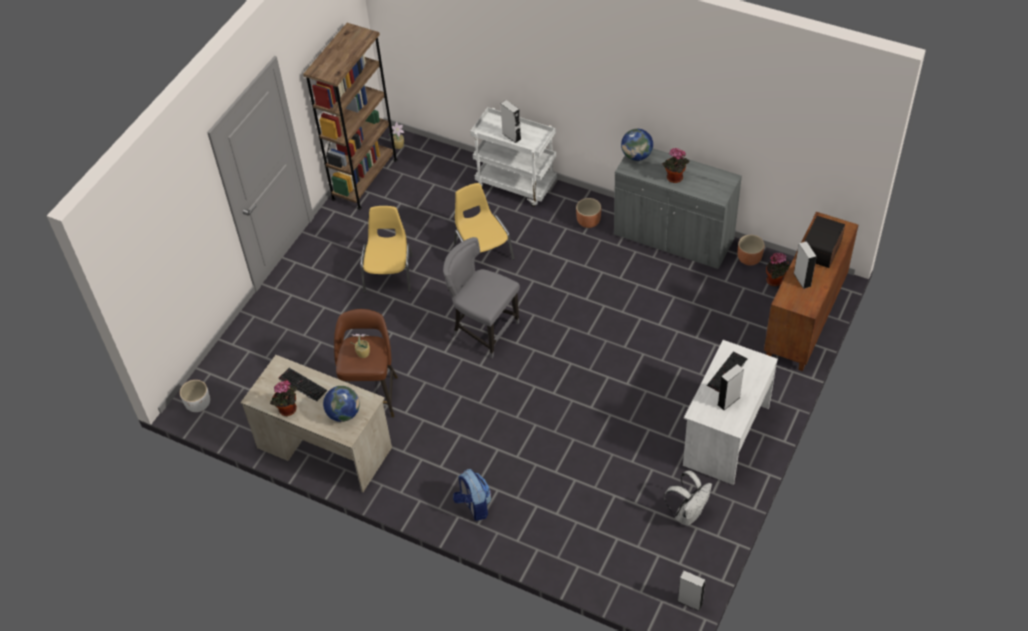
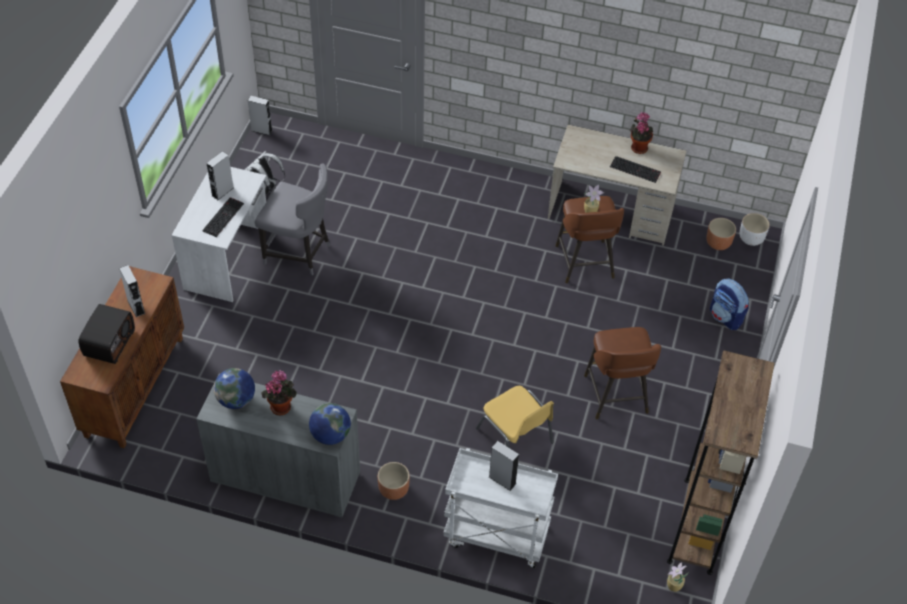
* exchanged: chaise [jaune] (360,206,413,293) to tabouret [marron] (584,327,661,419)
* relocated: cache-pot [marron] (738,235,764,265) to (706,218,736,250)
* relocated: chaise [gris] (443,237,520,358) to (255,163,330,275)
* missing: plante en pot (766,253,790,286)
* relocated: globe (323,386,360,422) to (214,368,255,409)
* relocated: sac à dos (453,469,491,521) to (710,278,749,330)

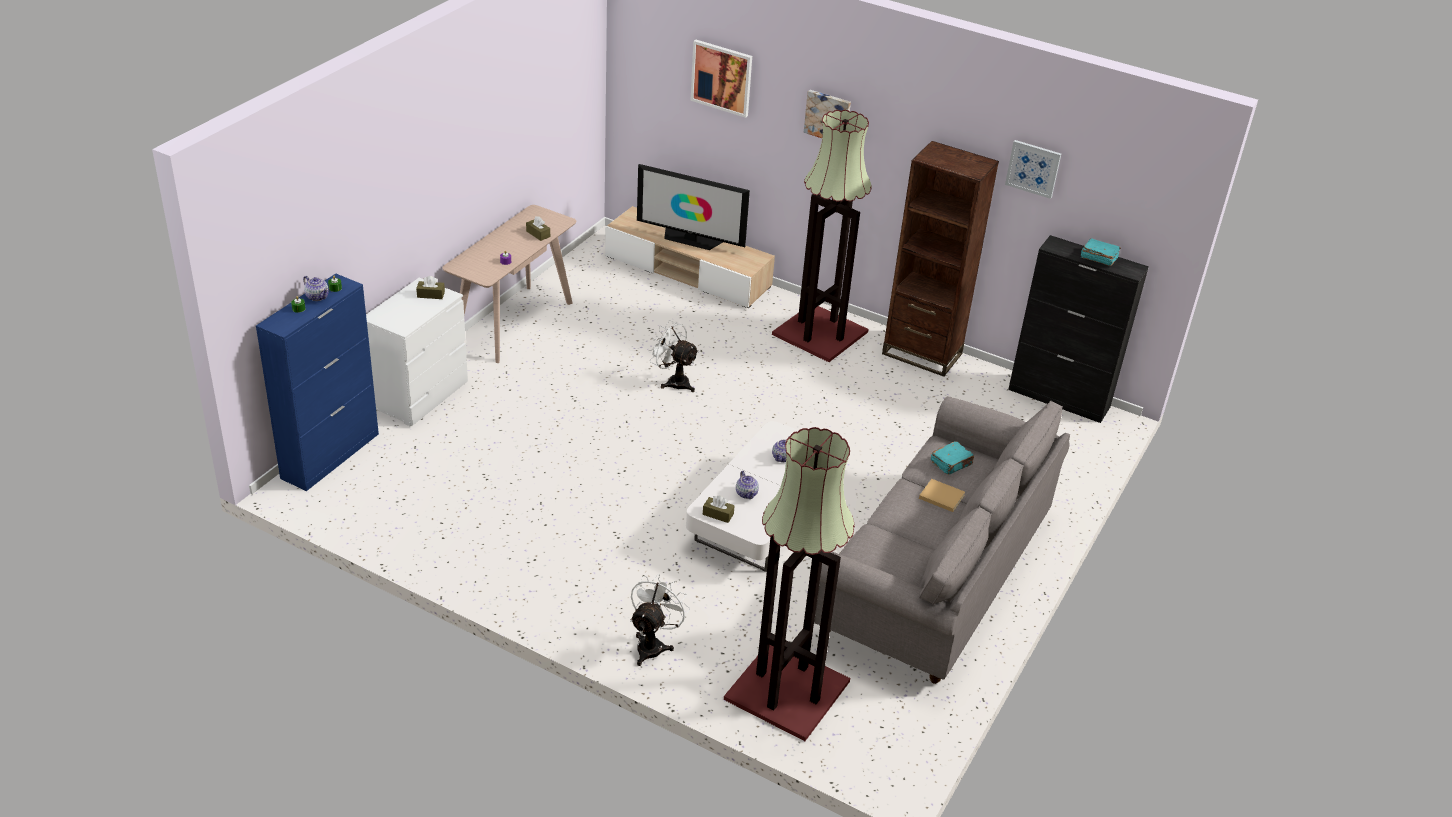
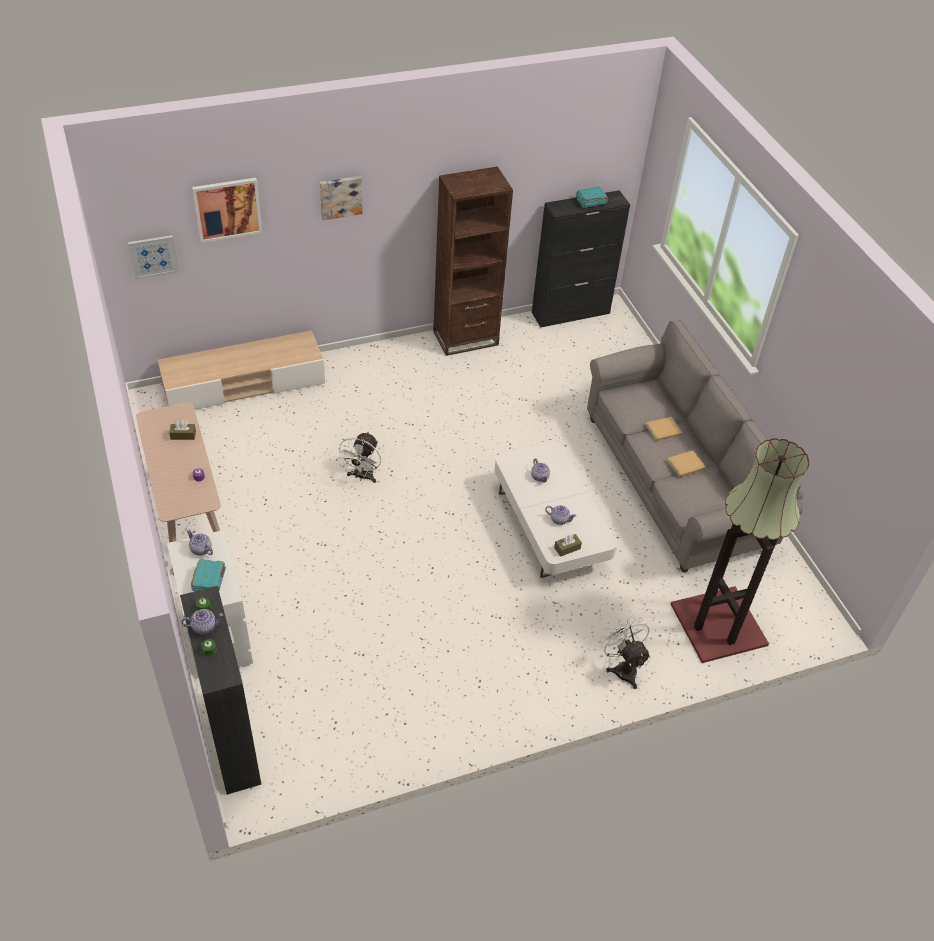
* missing: lampadaire (772,110,872,362)
* relocated: tableau (1005,140,1061,199) to (128,235,179,280)
* missing: téléviseur (637,164,750,250)
* colour: meuble de rangement [bleu] (256,273,379,491) to meuble de rangement [noir] (180,586,261,795)
* exchanged: boîte à mouchoirs [marron] (416,276,445,299) to théière (187,530,213,555)
* spun: ventilateur [blanc] (648,320,699,392) = (336,431,381,483) 60 degrees counterclockwise
* relocated: livre [turquoise] (931,441,974,474) to (191,559,226,592)
* appeared: livre [beige] (667,450,706,478)

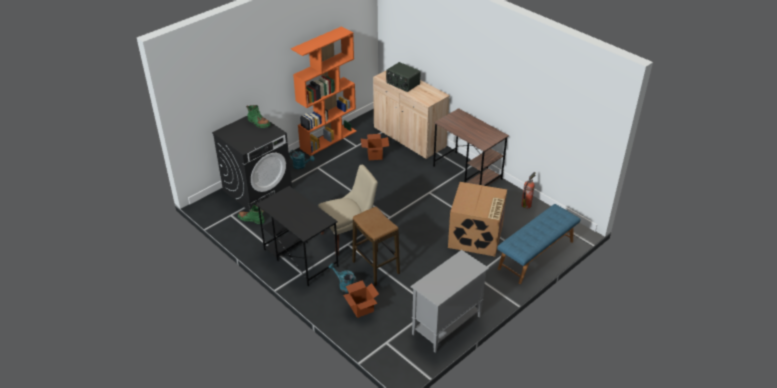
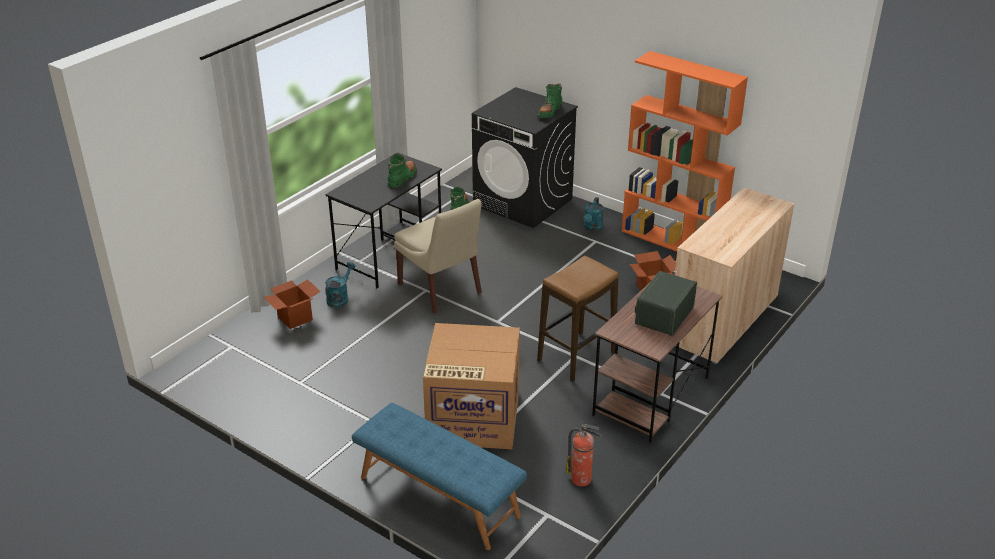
* relocated: radio (386,62,420,92) to (635,271,697,336)
* relocated: tabouret (353,207,400,286) to (537,256,618,382)
* missing: meuble de rangement [gris] (411,250,489,353)
* appeared: botte [vert] (388,154,417,188)

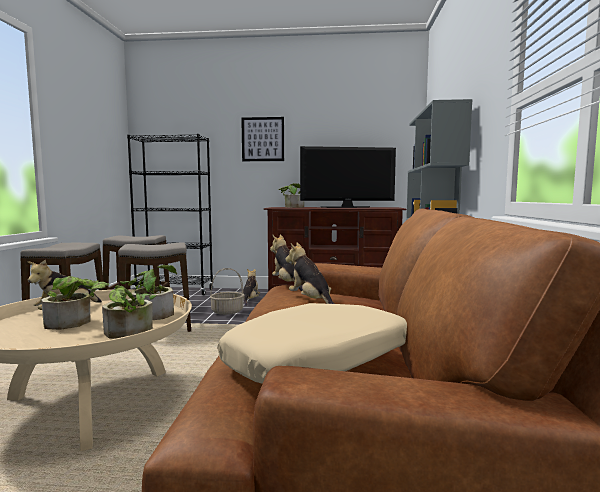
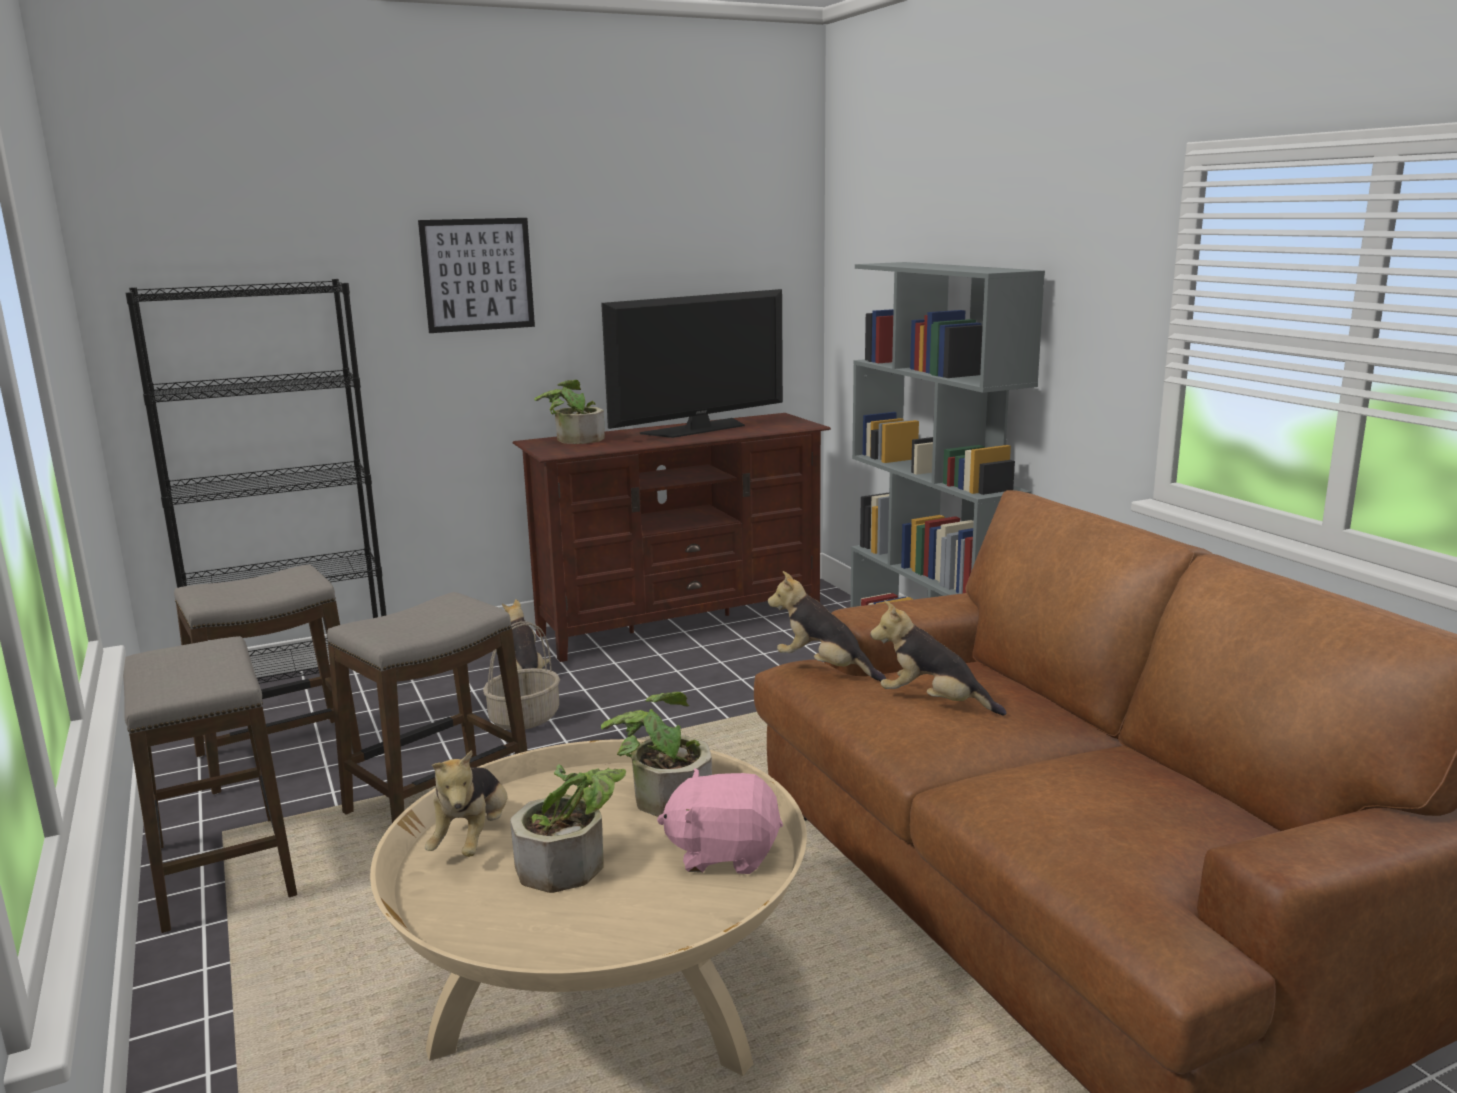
* exchanged: plante en pot (91,281,156,339) to peluche [rose] (657,768,783,874)
* missing: coussin [beige] (217,303,407,383)

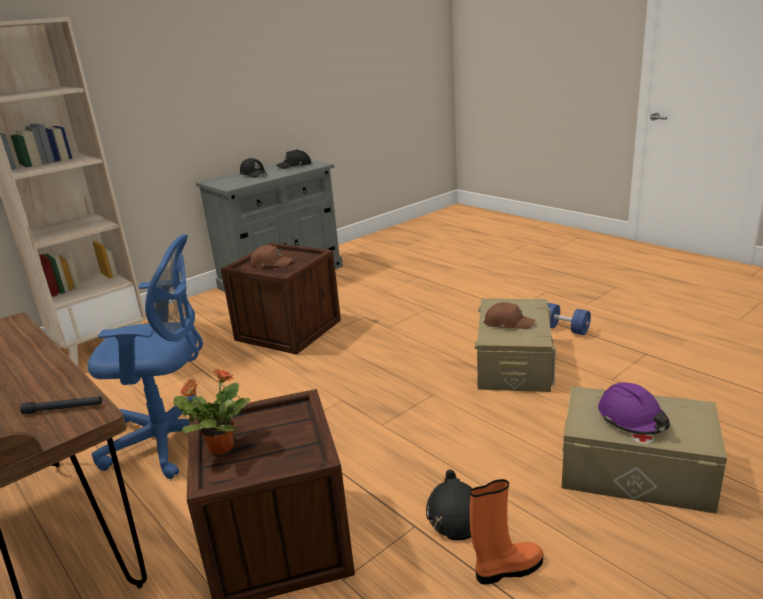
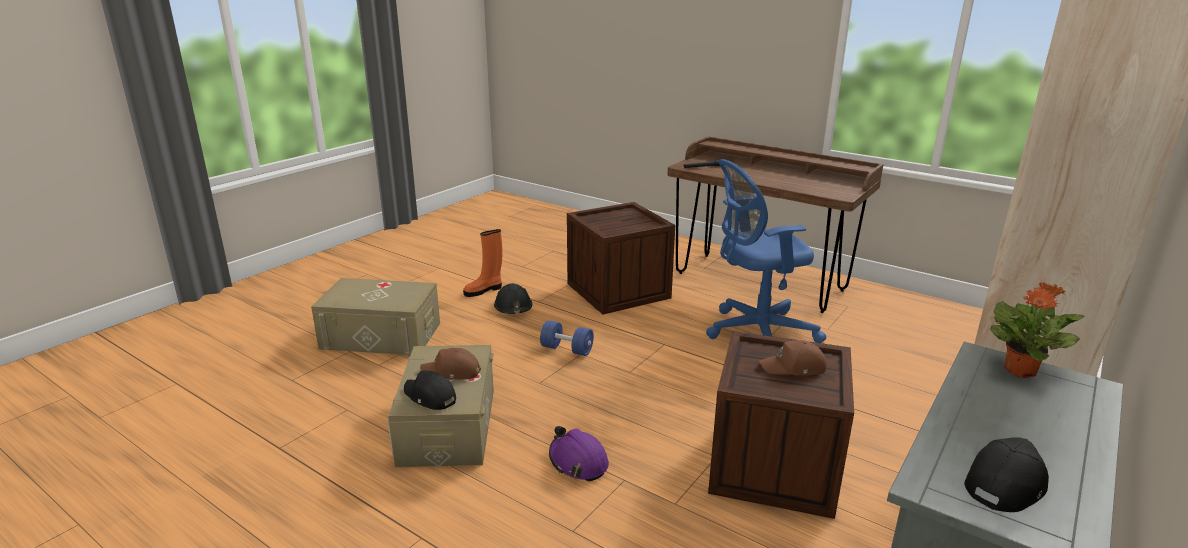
* relocated: casquette [noir] (240,158,266,178) to (404,370,456,410)
* relocated: haltère [bleu] (547,303,591,335) to (540,320,594,356)
* relocated: plante en pot (173,369,251,455) to (990,282,1085,378)
* relocated: casque de chantier [violet] (598,383,670,435) to (549,426,609,481)

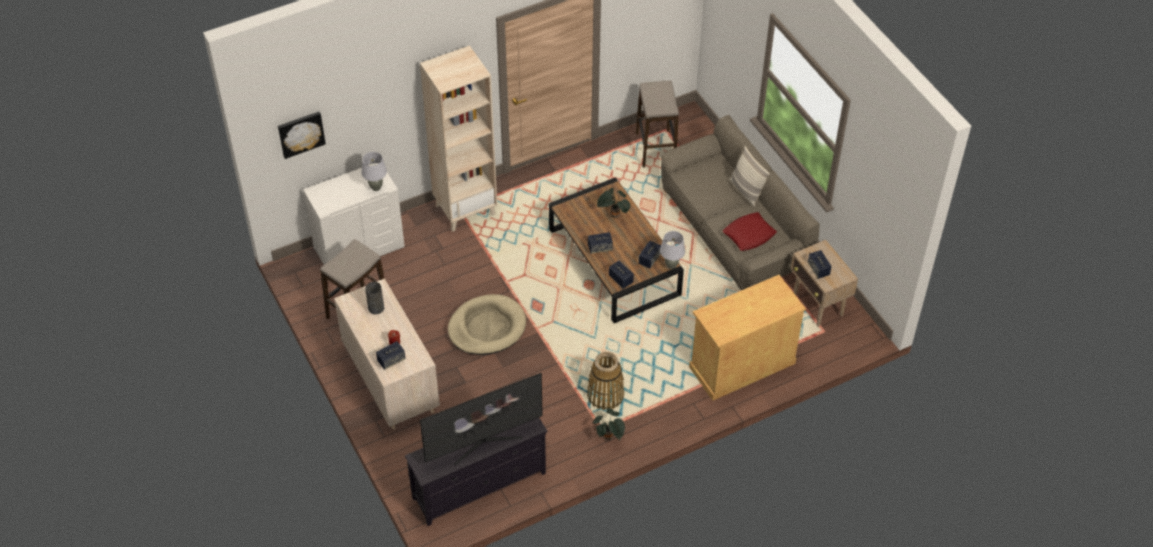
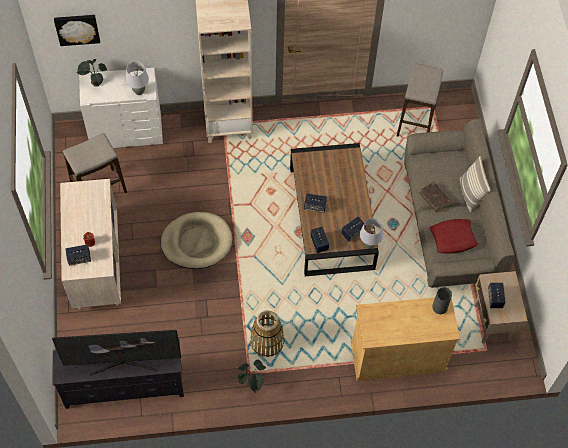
* relocated: plante en pot (597,188,630,218) to (77,59,107,87)
* relocated: vase [gris] (365,282,384,314) to (432,287,452,314)
* appeared: livre [marron] (419,182,451,212)

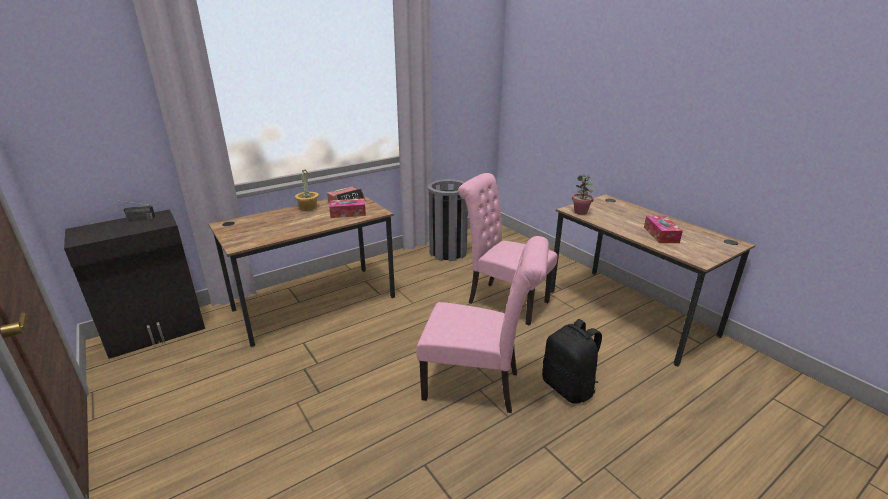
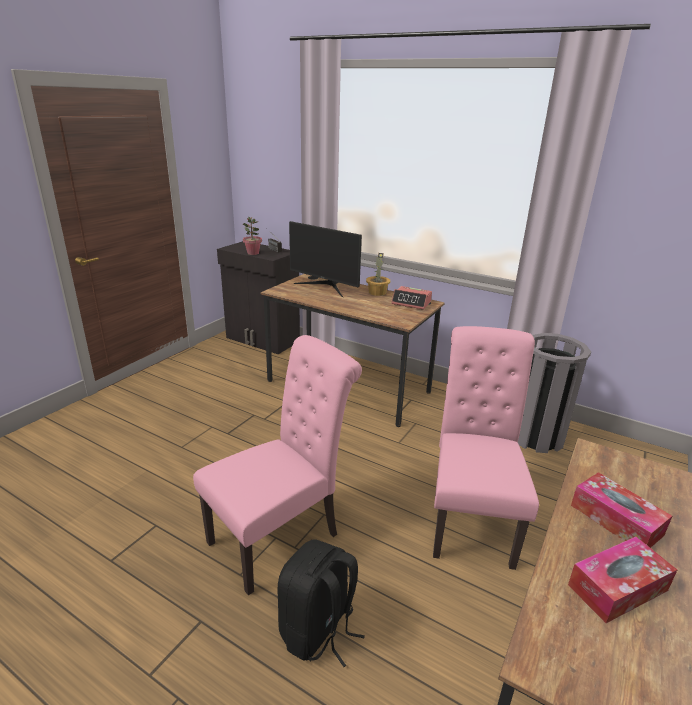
* relocated: plante en pot (572,174,594,215) to (243,217,262,255)
* relocated: boîte à mouchoirs (329,198,366,218) to (571,472,672,548)
* spun: chaise [rose] (416,236,549,413) = (193,335,362,595) 120 degrees counterclockwise
* appeared: écran d'ordinateur (289,221,362,297)

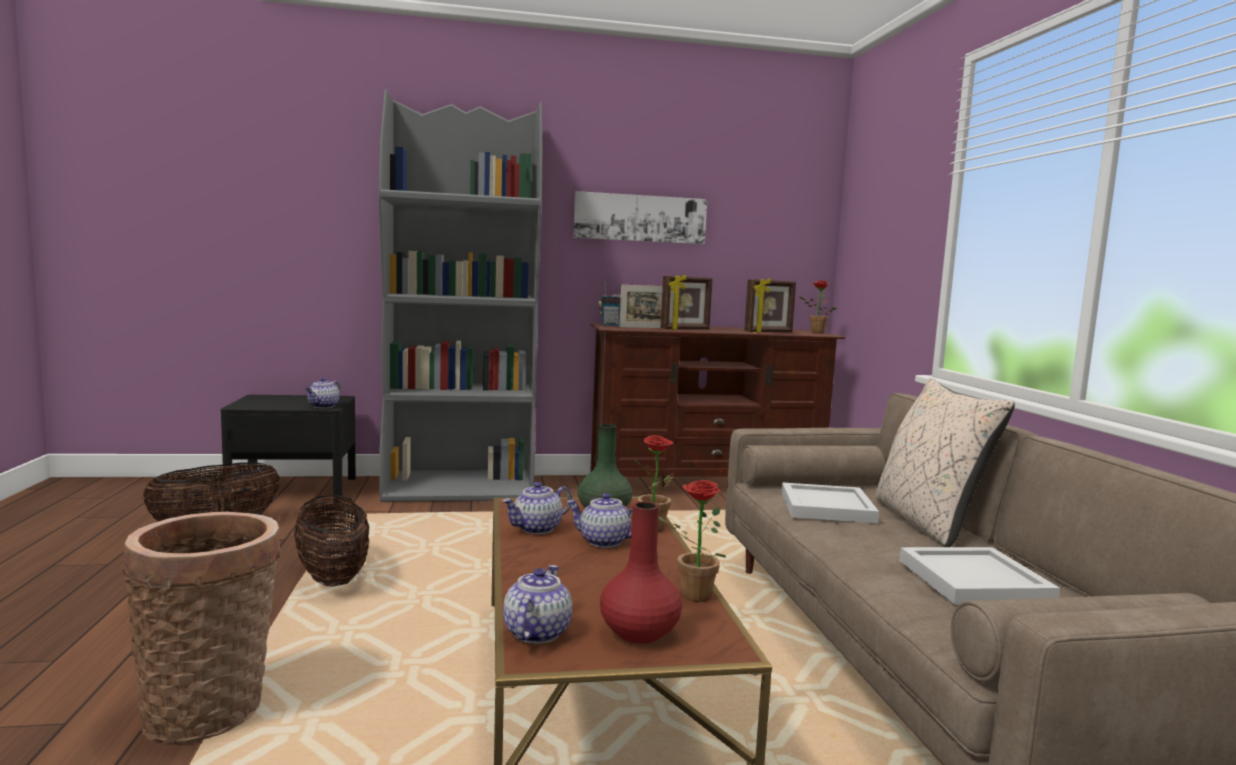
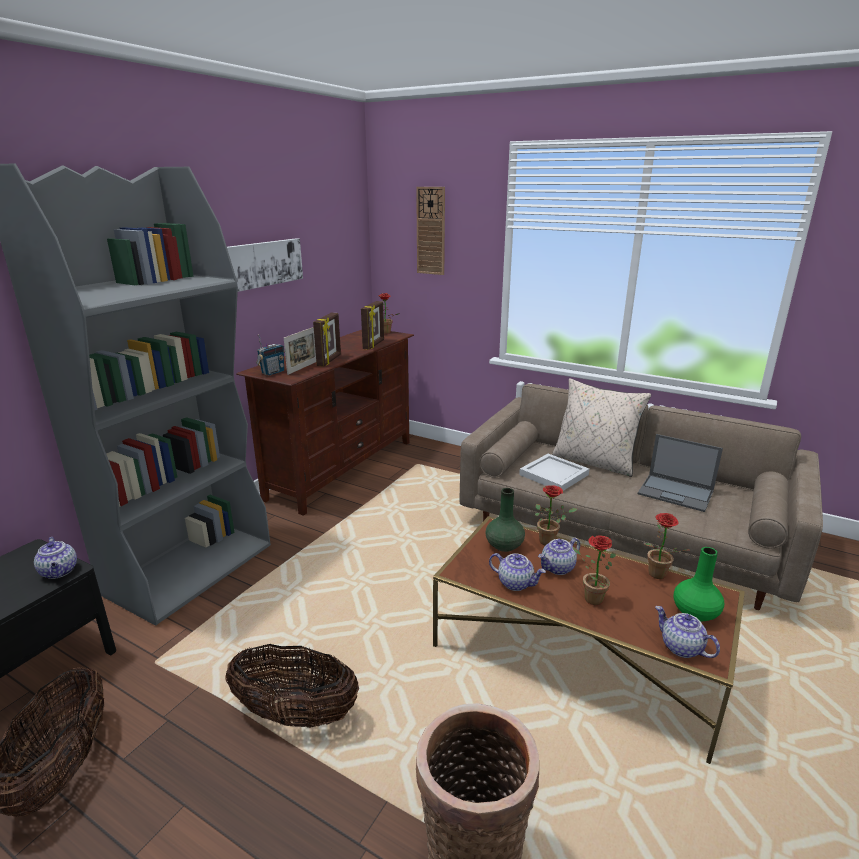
* spun: théière (502,482,572,534) = (489,553,546,591) 60 degrees counterclockwise
* colour: vase [rouge] (600,501,682,644) to vase [vert] (674,547,724,621)
* exchanged: plateau [blanc] (899,547,1060,604) to ordinateur portable (638,434,723,512)
* appeared: horloge murale (416,187,445,275)
* appeared: plante en pot (573,535,616,605)

